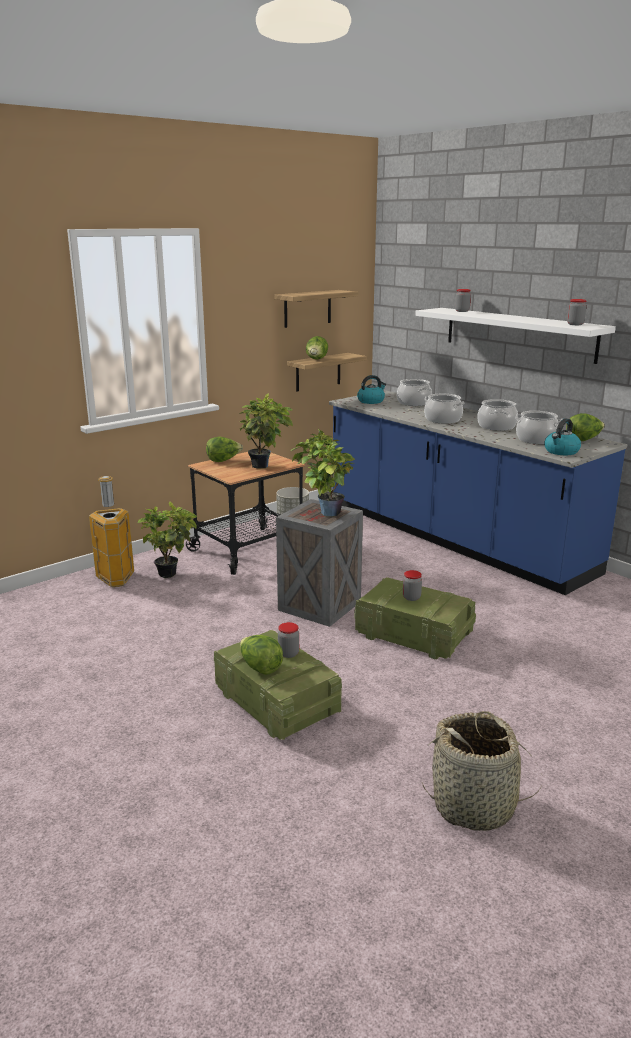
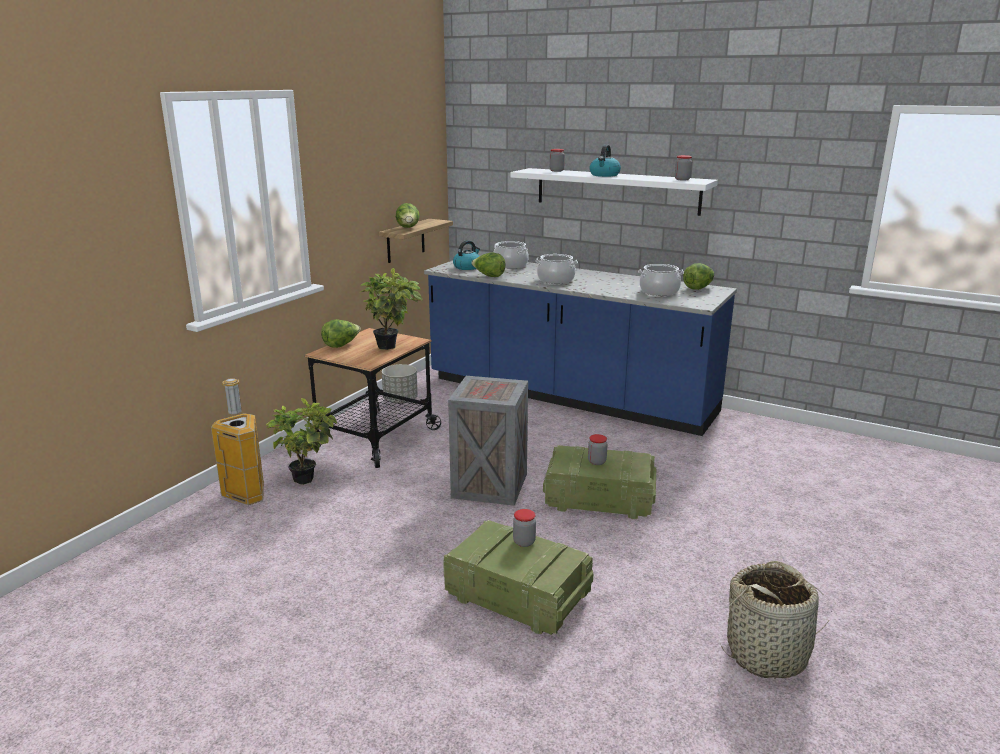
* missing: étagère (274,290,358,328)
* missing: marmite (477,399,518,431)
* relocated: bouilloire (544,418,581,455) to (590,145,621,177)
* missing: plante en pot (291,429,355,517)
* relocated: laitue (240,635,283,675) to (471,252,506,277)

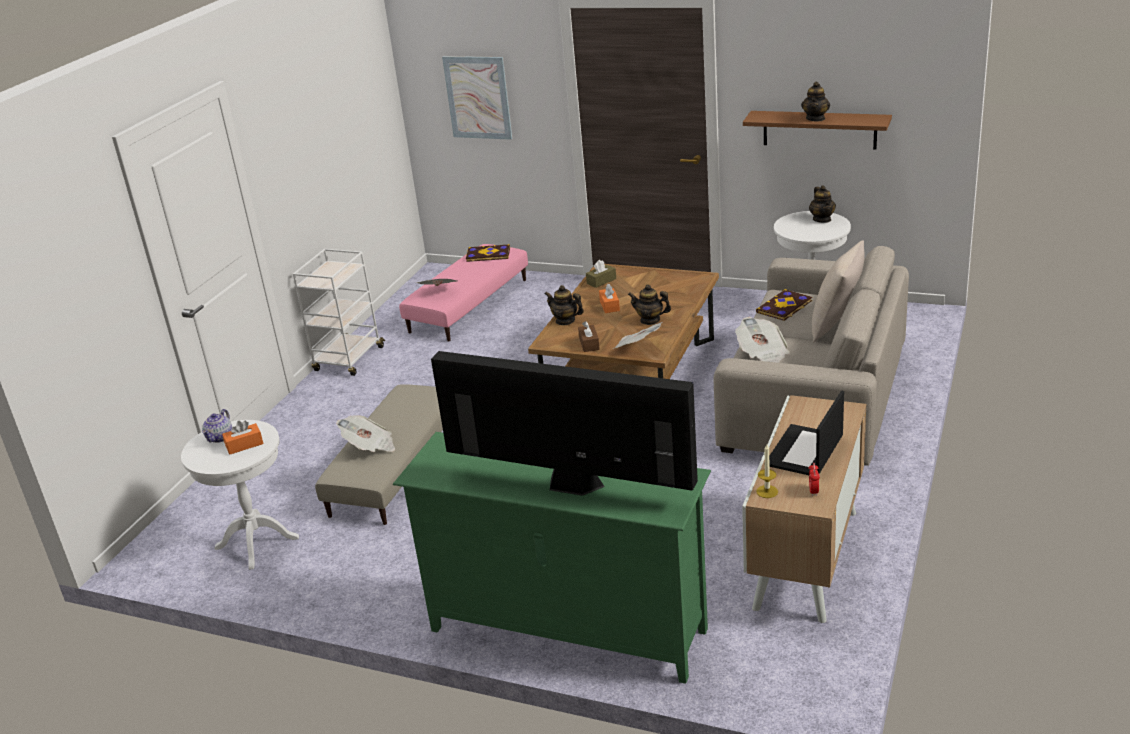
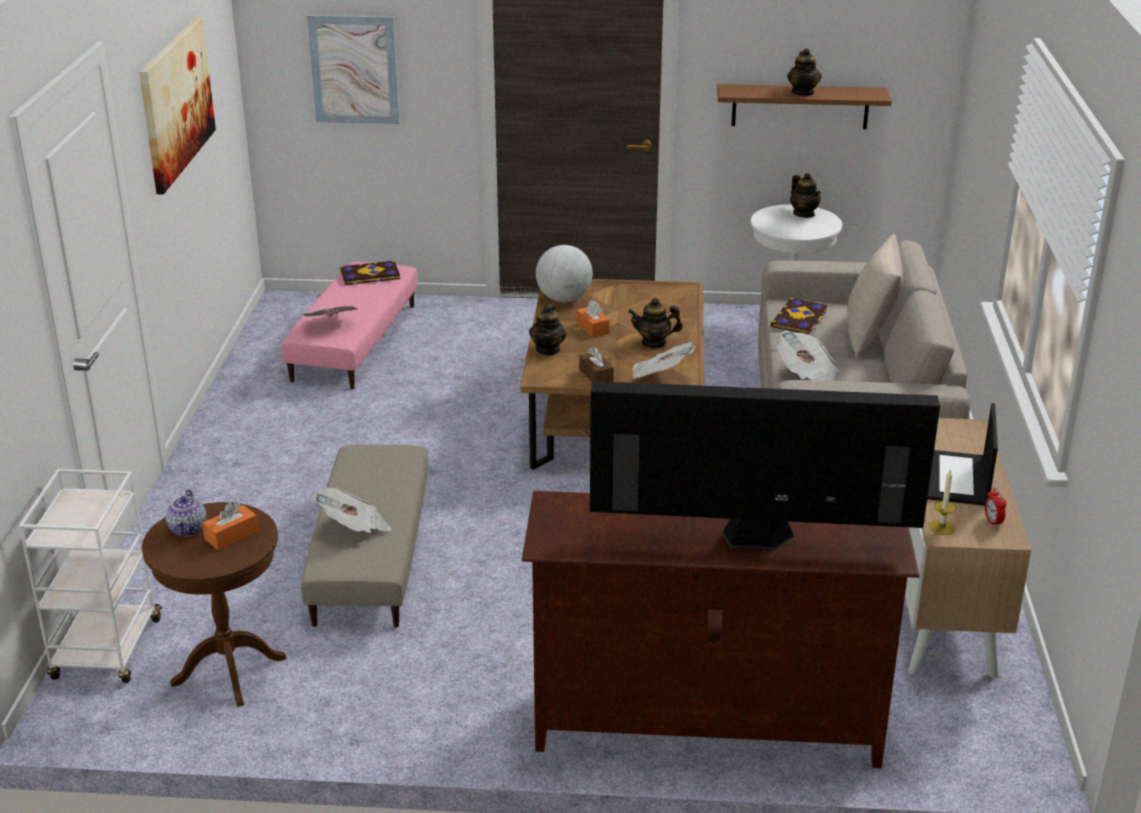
* relocated: chariot [blanc] (293,249,385,376) to (19,469,162,683)
* exchanged: boîte à mouchoirs [marron] (586,260,616,288) to globe (536,245,593,302)
* spun: théière (545,285,584,325) = (529,304,566,355) 90 degrees counterclockwise
* colour: table d'appoint [blanc] (181,420,299,570) to table d'appoint [marron] (142,502,287,707)
* colour: meuble télé [vert] (393,432,711,684) to meuble télé [marron] (522,491,920,768)
* appeared: tableau (139,17,216,194)

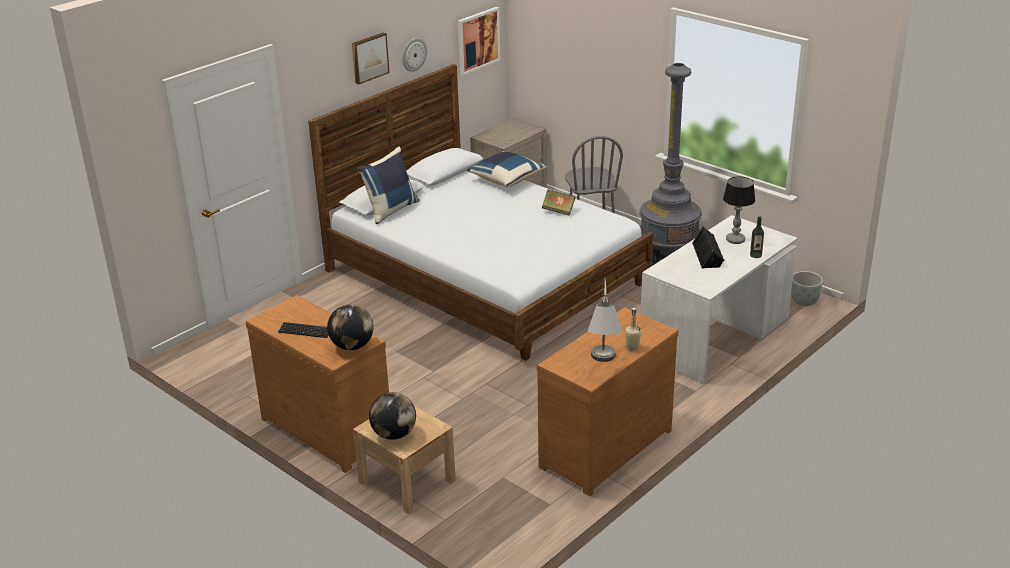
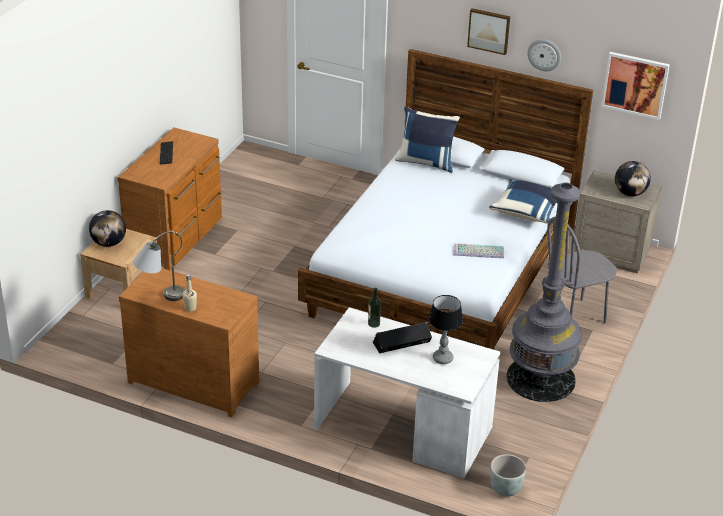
* exchanged: livre (542,190,575,216) to clavier (453,243,504,258)
* relocated: bouteille (750,216,764,258) to (368,288,381,328)
* relocated: globe (327,304,374,350) to (615,161,651,196)

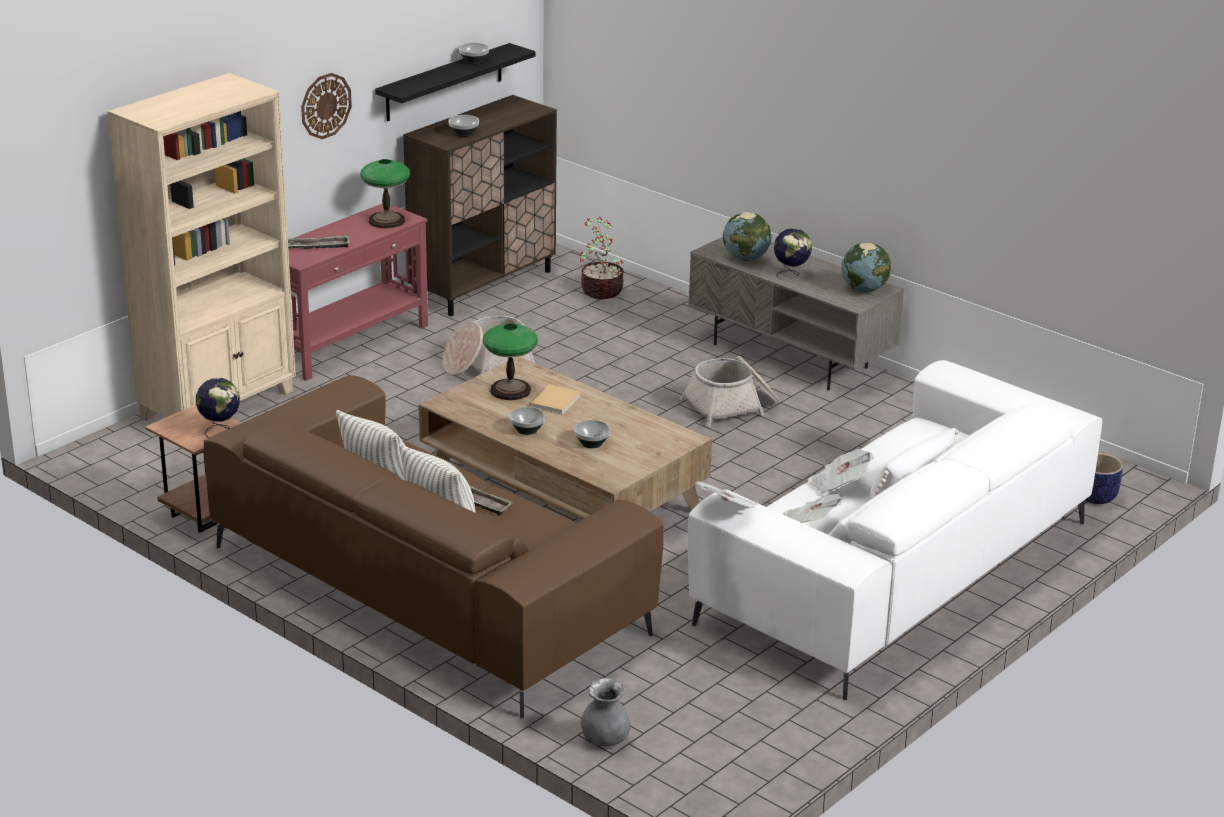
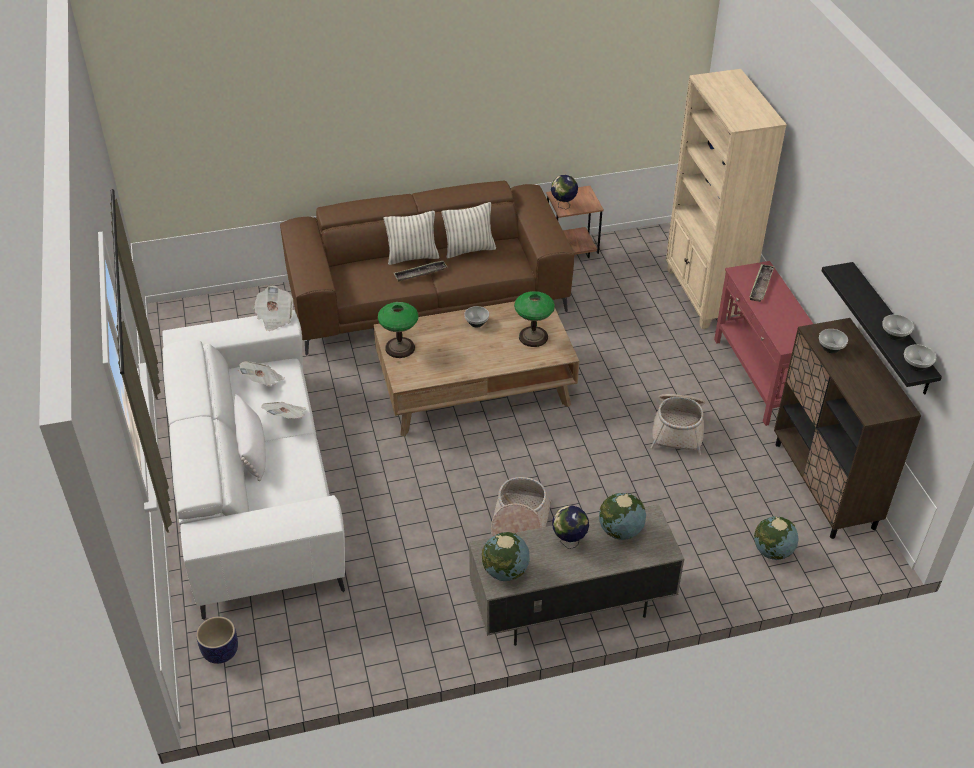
* missing: horloge murale (301,73,352,139)
* relocated: lampe de table (360,159,410,228) to (378,302,419,358)
* exchanged: plante en pot (580,217,624,299) to globe (754,516,799,560)
* missing: livre [beige] (530,385,581,415)
* relocated: bol (574,420,610,448) to (904,344,936,371)
* missing: vase [gris] (581,678,630,747)

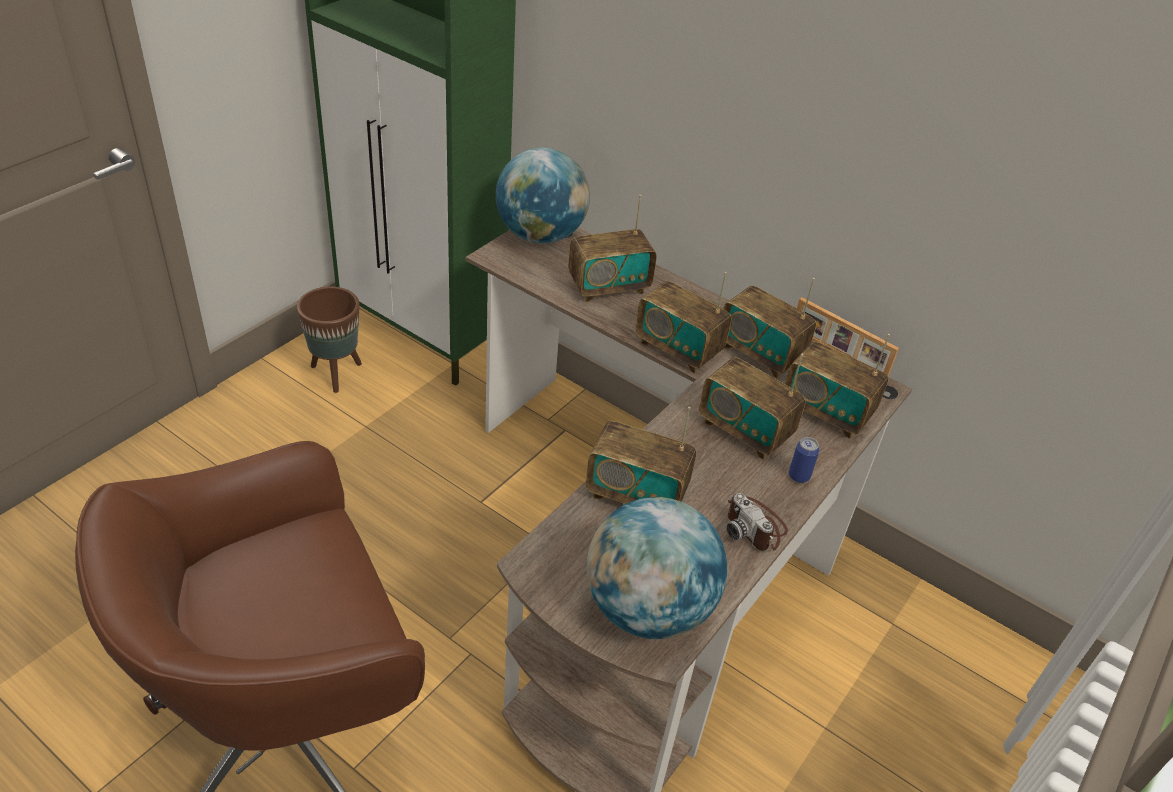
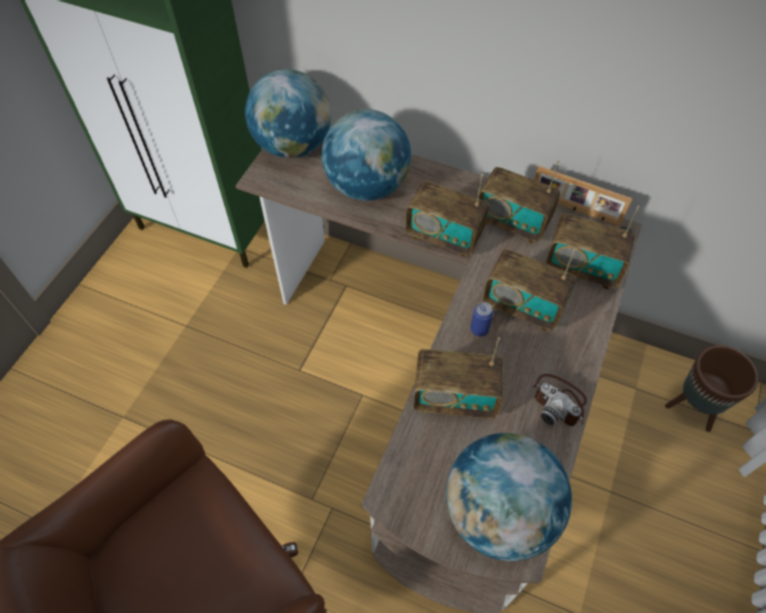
* exchanged: radio (568,195,657,302) to globe (322,109,411,201)
* relocated: cache-pot [marron] (297,286,362,393) to (665,345,759,432)
* relocated: boîte métallique (789,437,820,483) to (471,302,494,336)

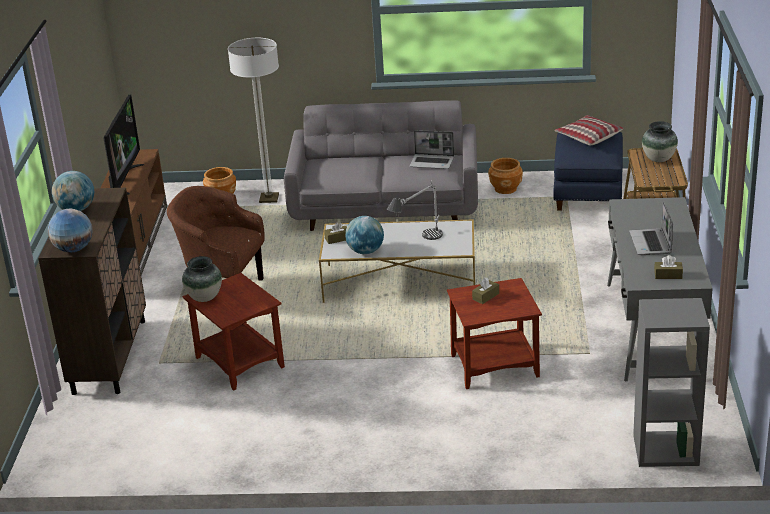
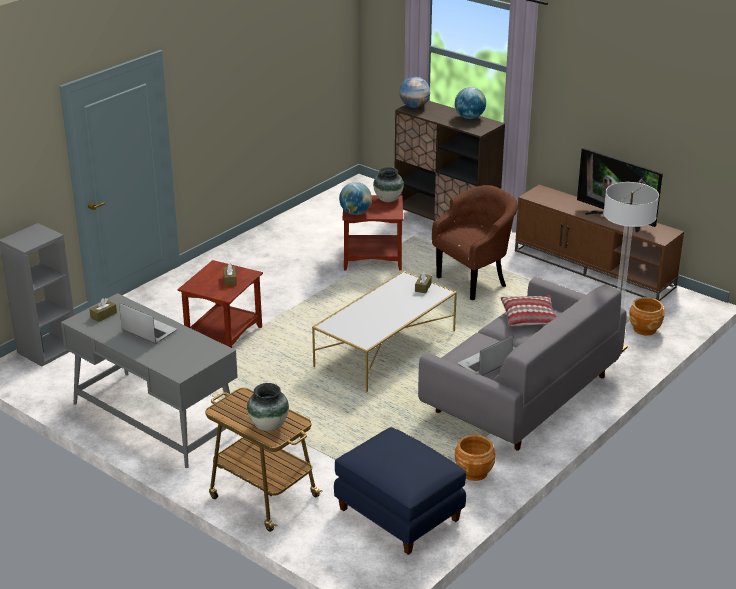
* relocated: coussin (555,115,623,146) to (501,295,557,326)
* missing: lampe de table (387,181,443,240)
* relocated: globe (345,216,384,254) to (339,182,372,215)

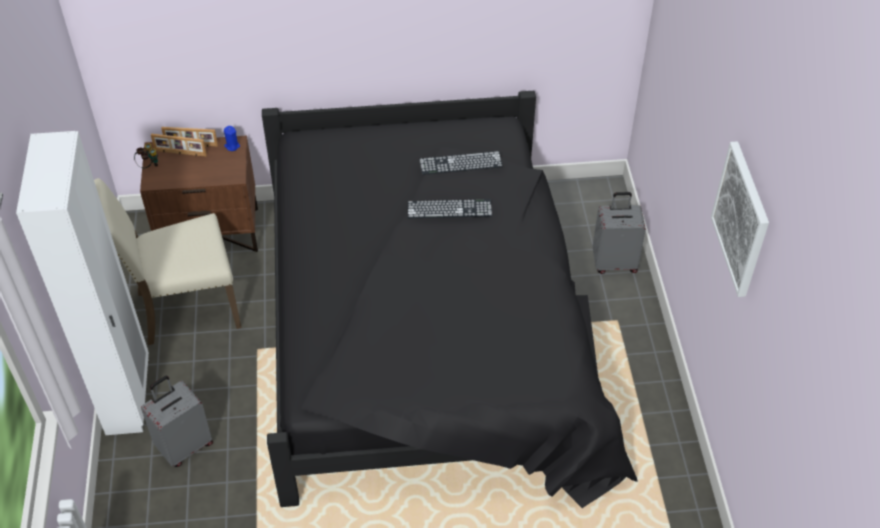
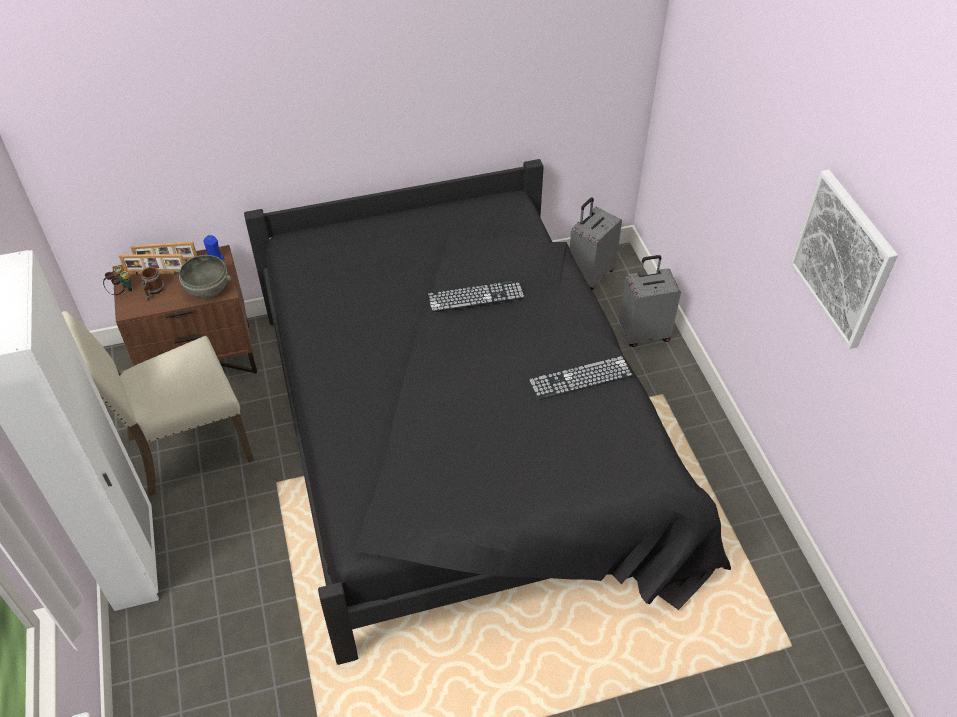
* relocated: clavier (420,151,503,175) to (529,356,633,400)
* relocated: valise [gris] (141,376,213,467) to (569,197,622,290)
* appeared: bol [gris] (175,255,232,298)
* appeared: mug (141,267,164,300)

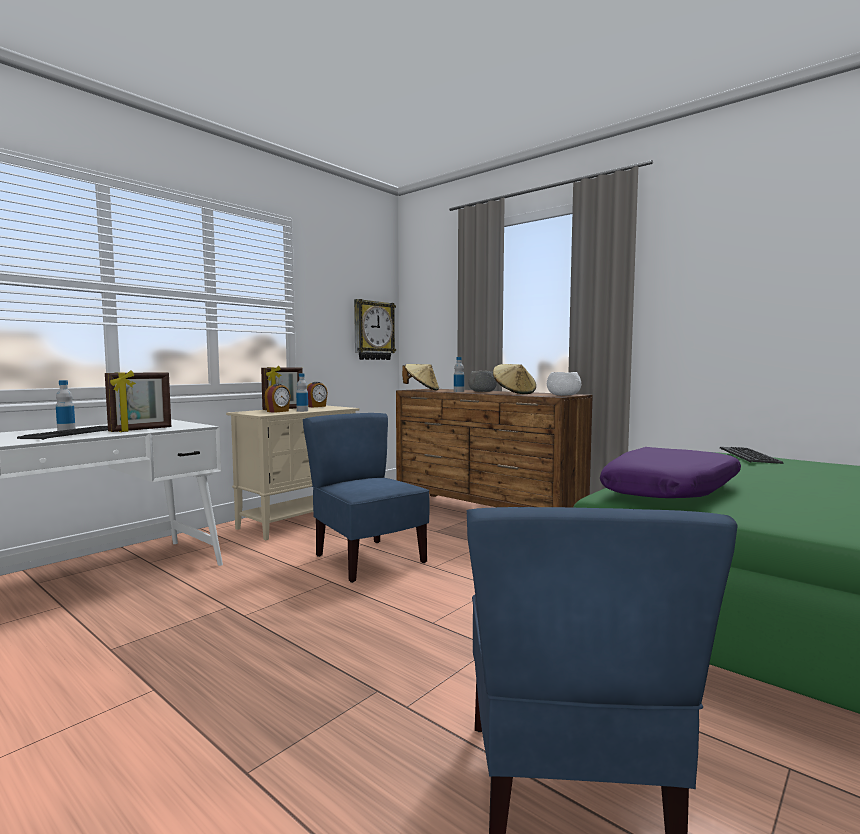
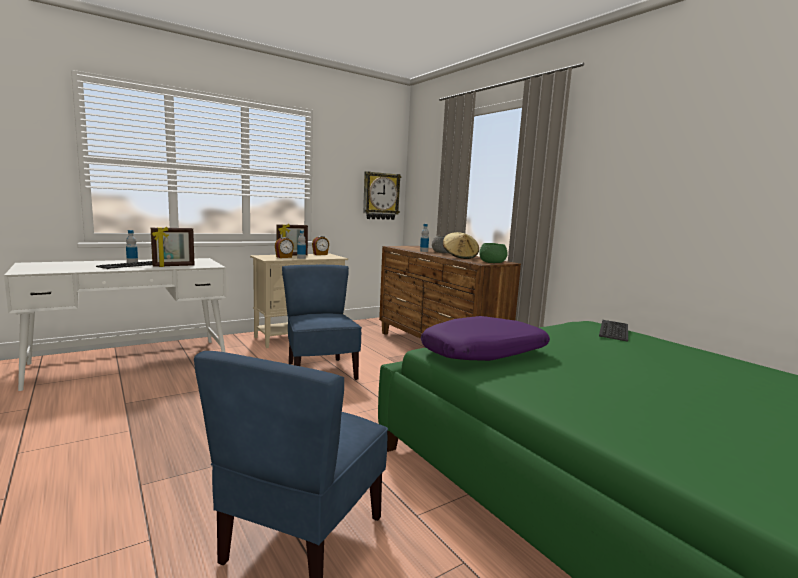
* missing: chapeau [beige] (402,364,439,391)
* colour: bol [blanc] (547,372,581,396) to bol [vert] (479,243,508,263)

